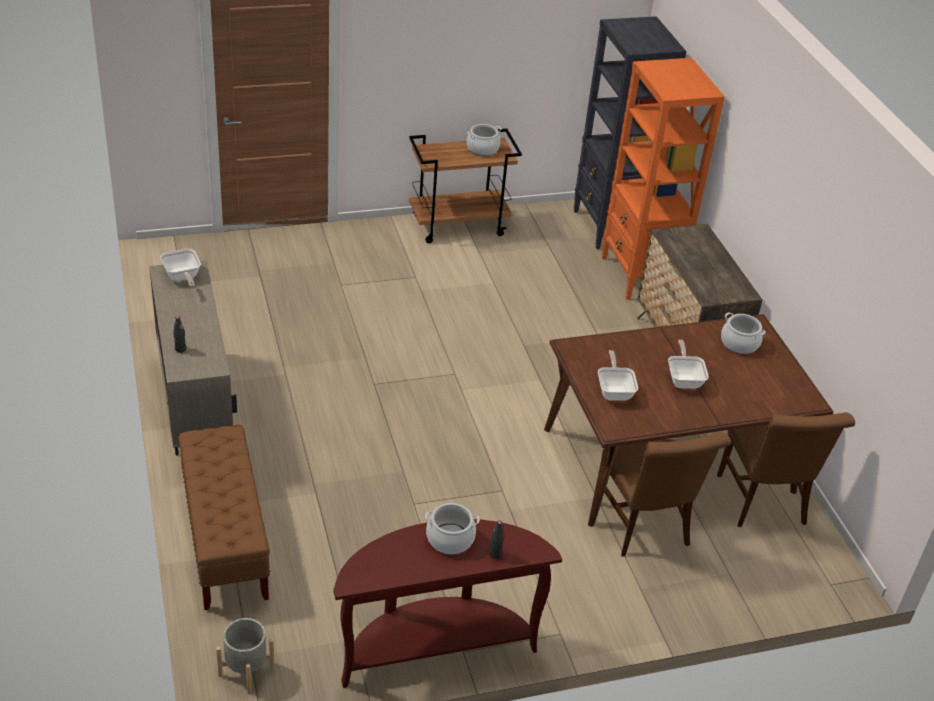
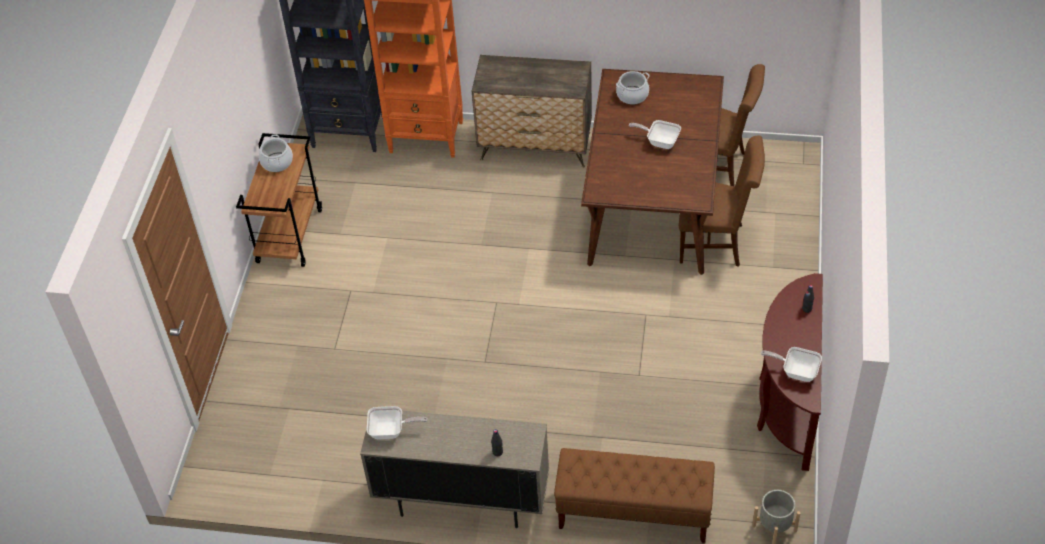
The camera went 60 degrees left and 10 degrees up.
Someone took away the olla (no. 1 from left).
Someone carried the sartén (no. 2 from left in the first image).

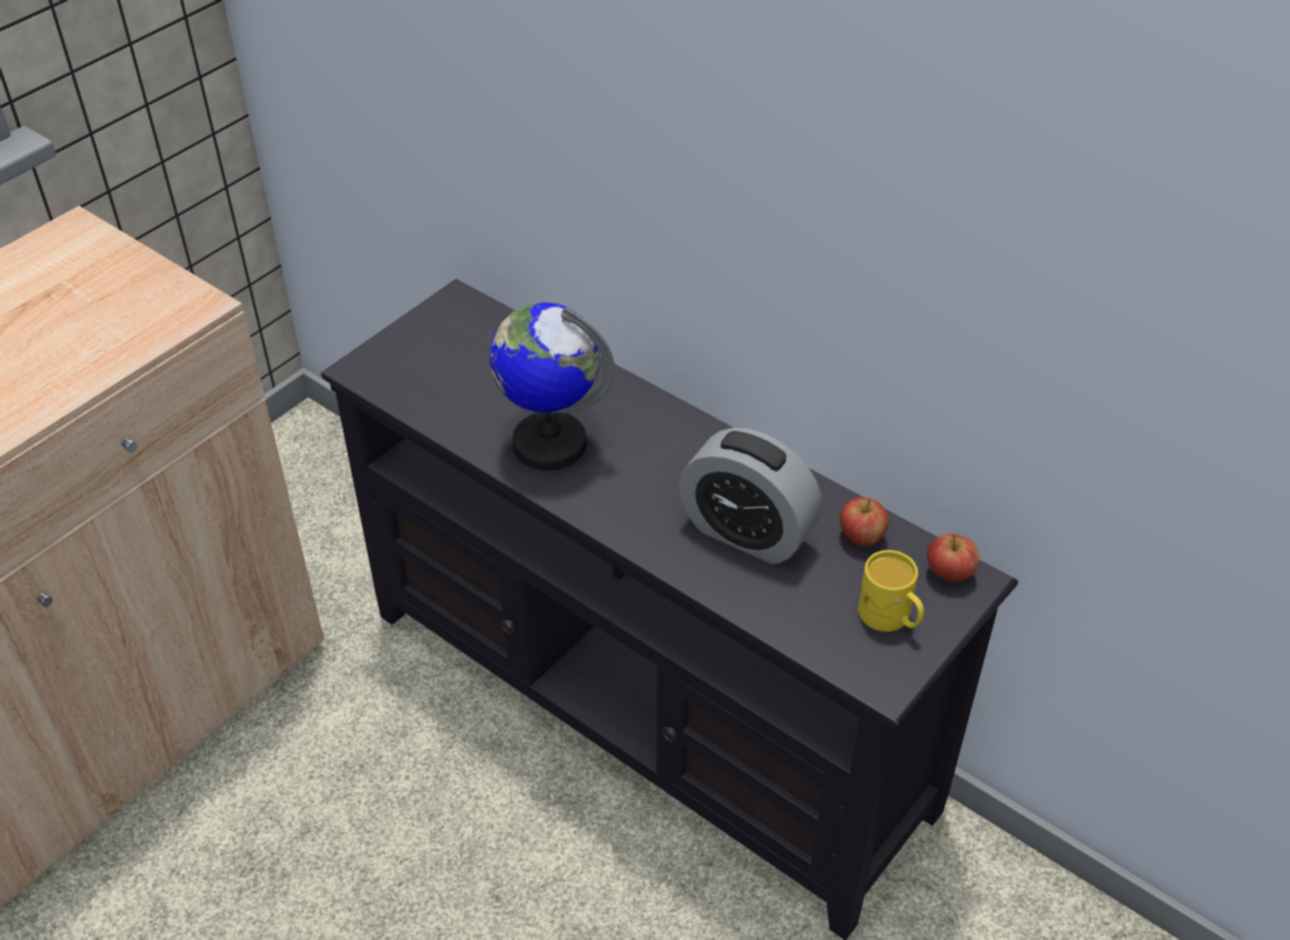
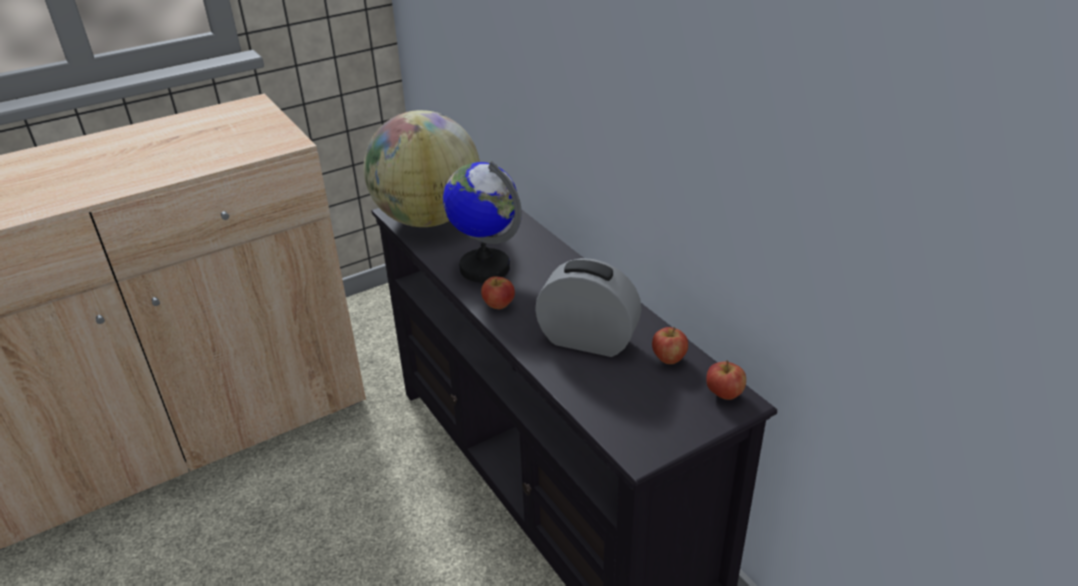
The camera went 20 degrees right and 10 degrees down.
Someone took away the taza grande [amarillo].
Someone put down the globo terráqueo (no. 1 from left).
Someone put down the manzana (no. 1 from left).
Someone rotated the despertador by 150 degrees clockwise.

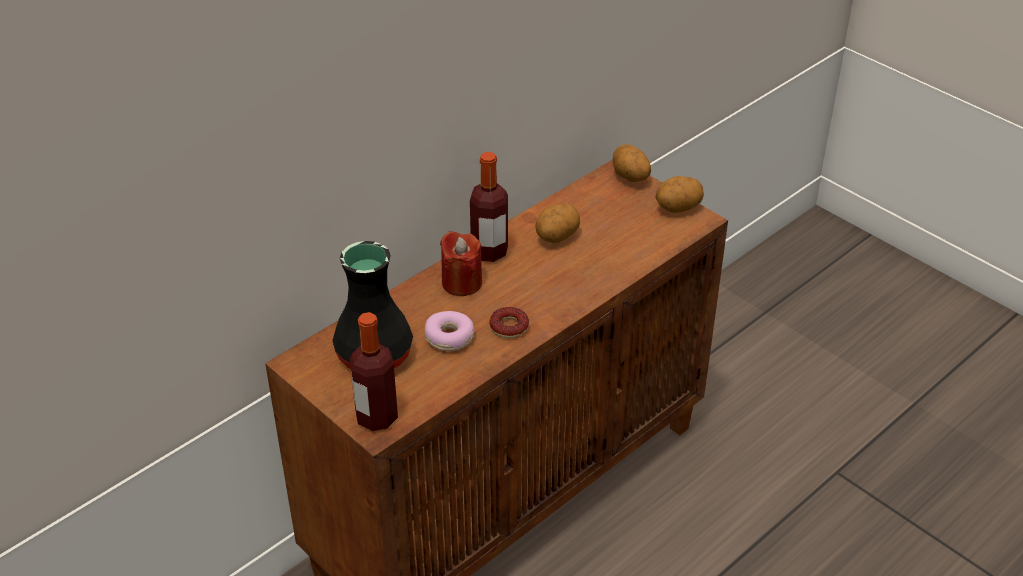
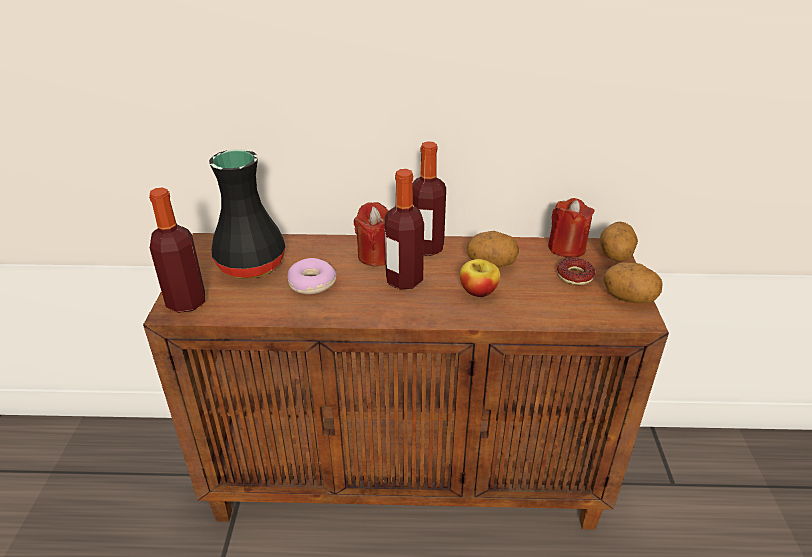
The camera went 45 degrees right and 5 degrees down.
Someone put down the botella (no. 2 from left).
Someone put down the manzana.
Someone put down the vela [rojo] (no. 2 from left).
Someone carried the rosquilla (no. 2 from left).

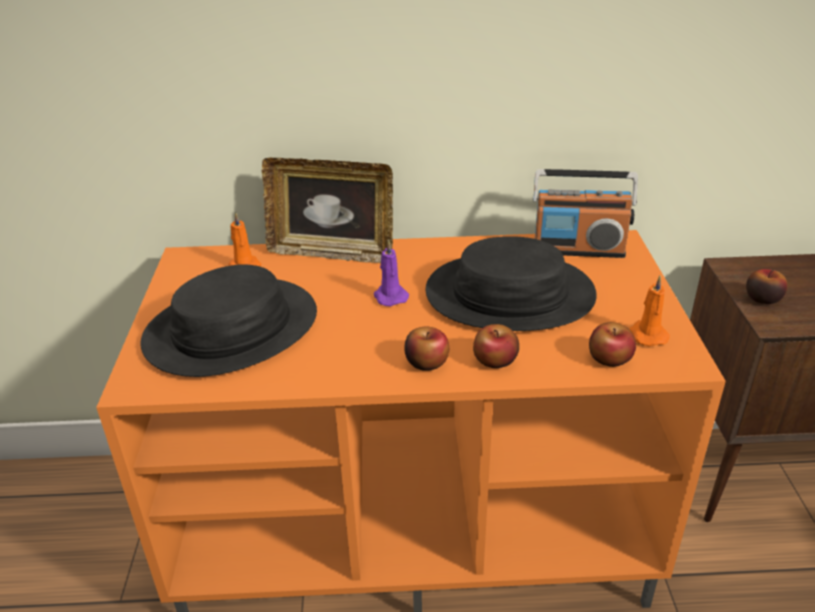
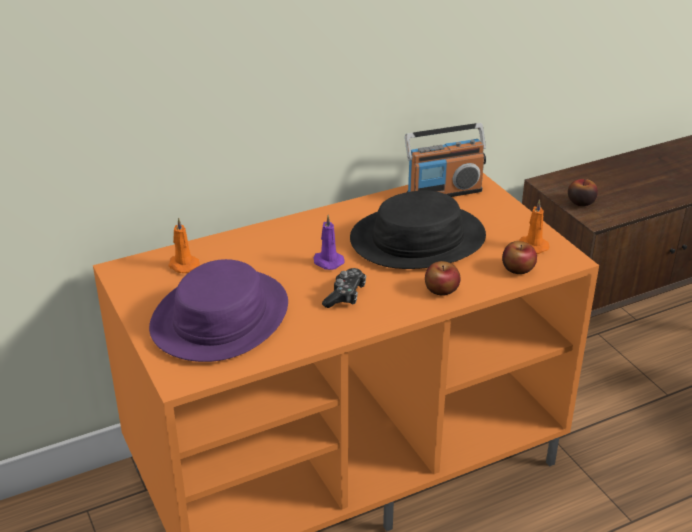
The camera went 25 degrees left and 0 degrees up.
Someone took away the portarretratos.
Someone took away the manzana (no. 1 from left).
Someone put down the mando de consola.
Someone repainted the sombrero [negro] (no. 1 from left), which became the sombrero [morado].

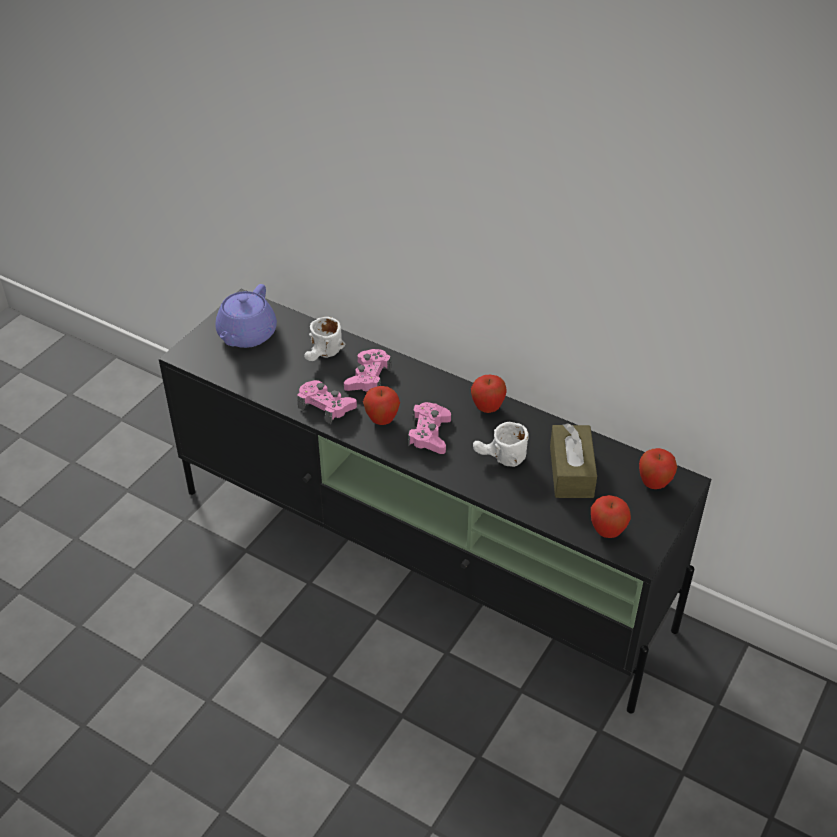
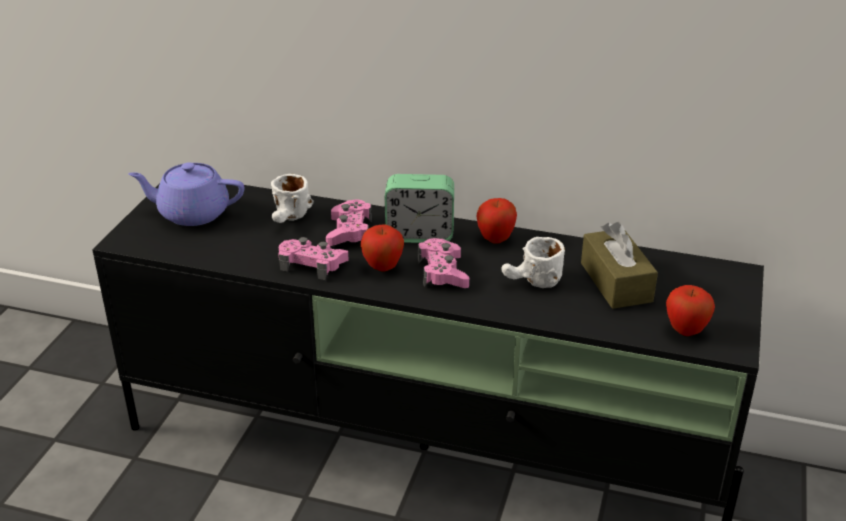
The camera went 15 degrees left and 10 degrees down.
Someone took away the manzana (no. 4 from left).
Someone put down the despertador.
Someone rotated the tetera [morado] by 90 degrees clockwise.

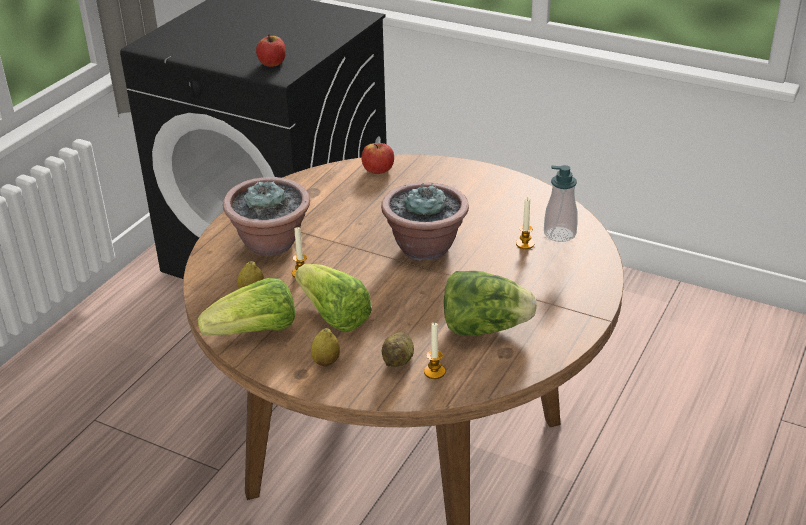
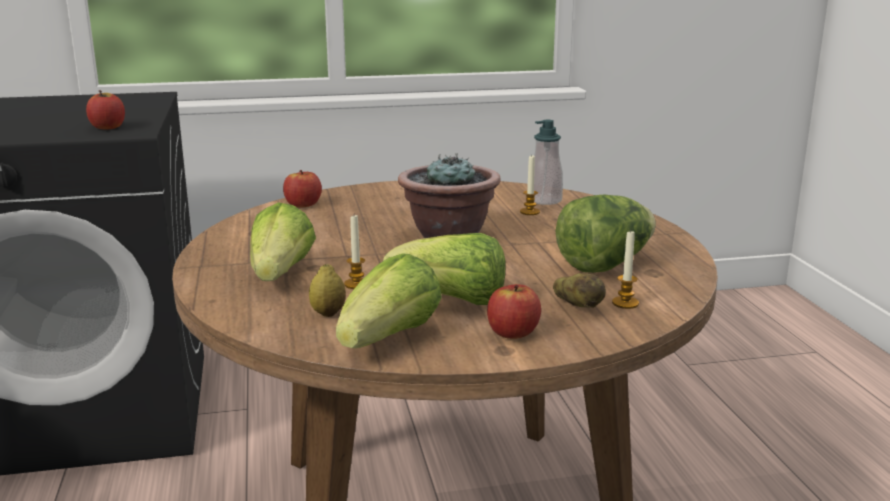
The camera went 40 degrees left and 15 degrees down.
Someone swapped the planta en maceta (no. 1 from left) for the lechuga (no. 1 from left).
Someone swapped the limón (no. 2 from left) for the manzana (no. 3 from left).

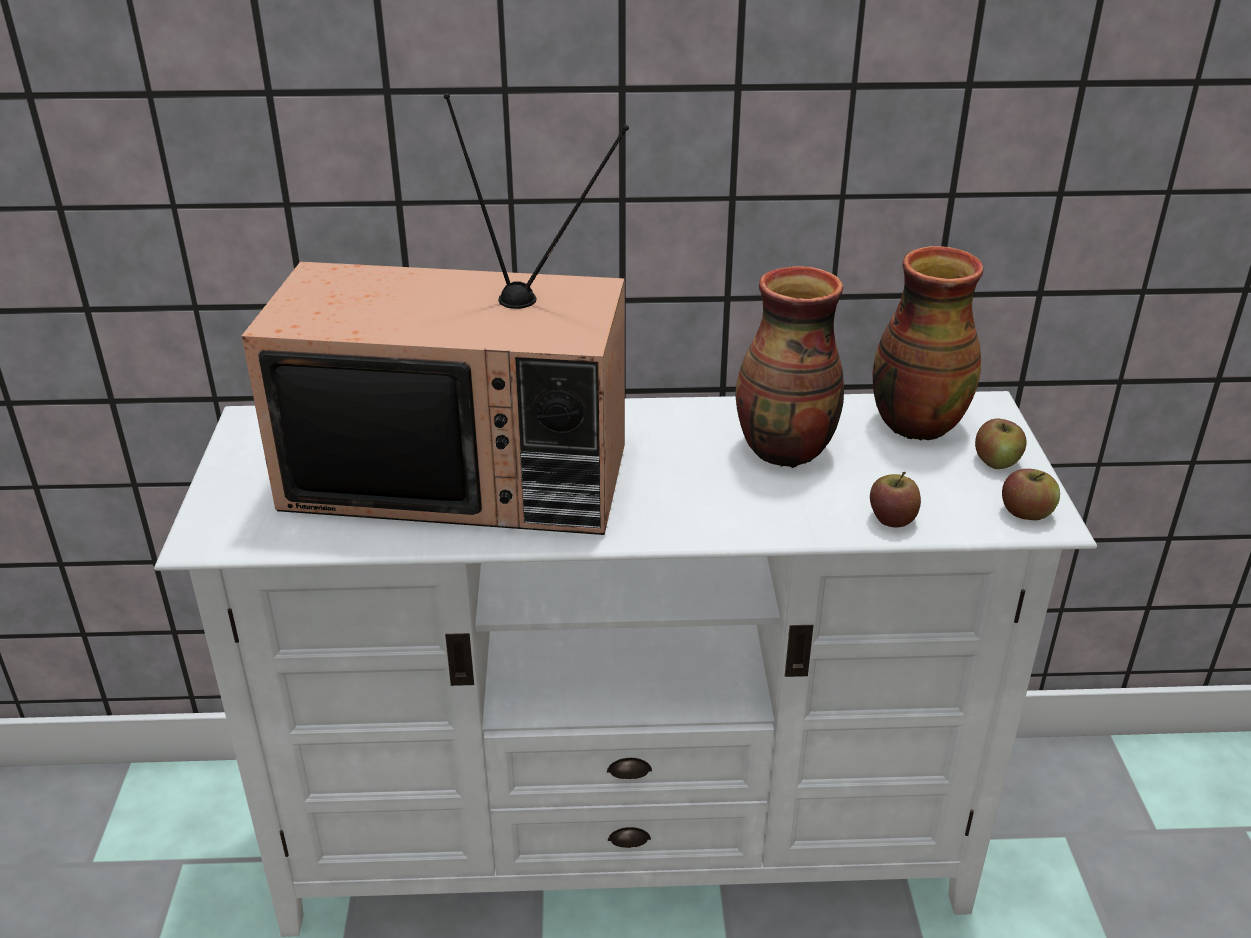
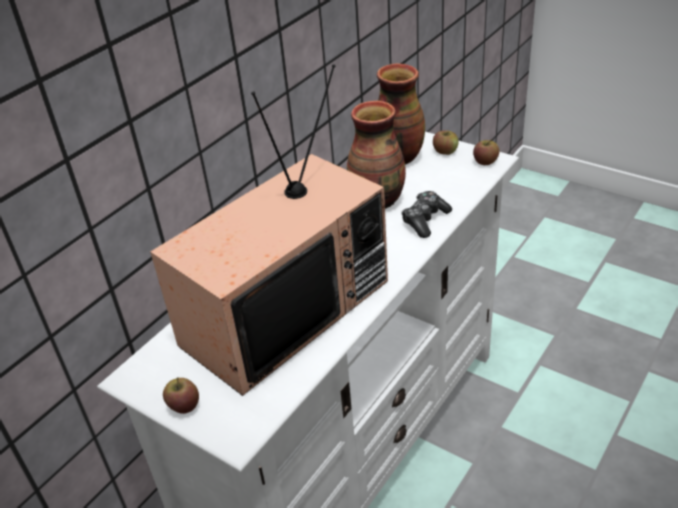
The camera went 50 degrees left and 5 degrees up.
Someone put down the mando de consola.
Someone carried the manzana (no. 1 from left).

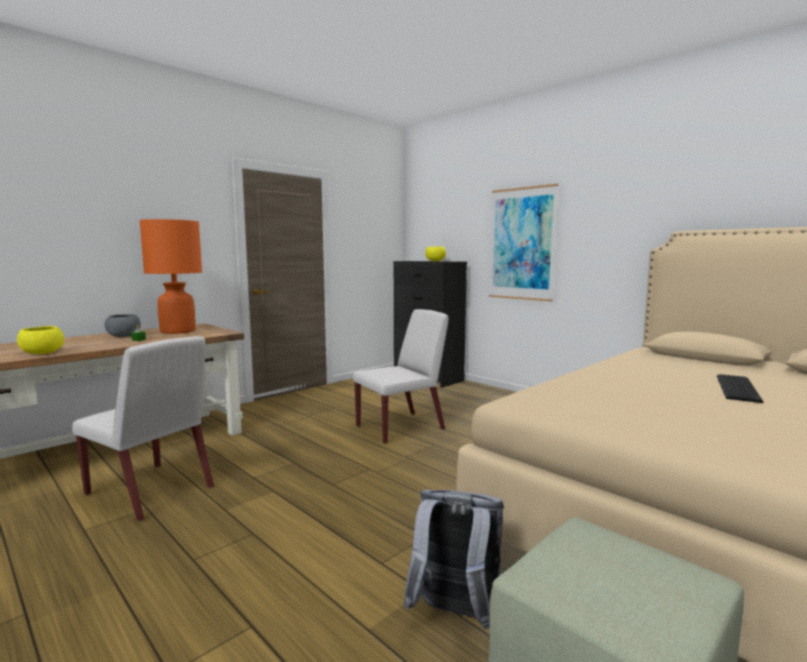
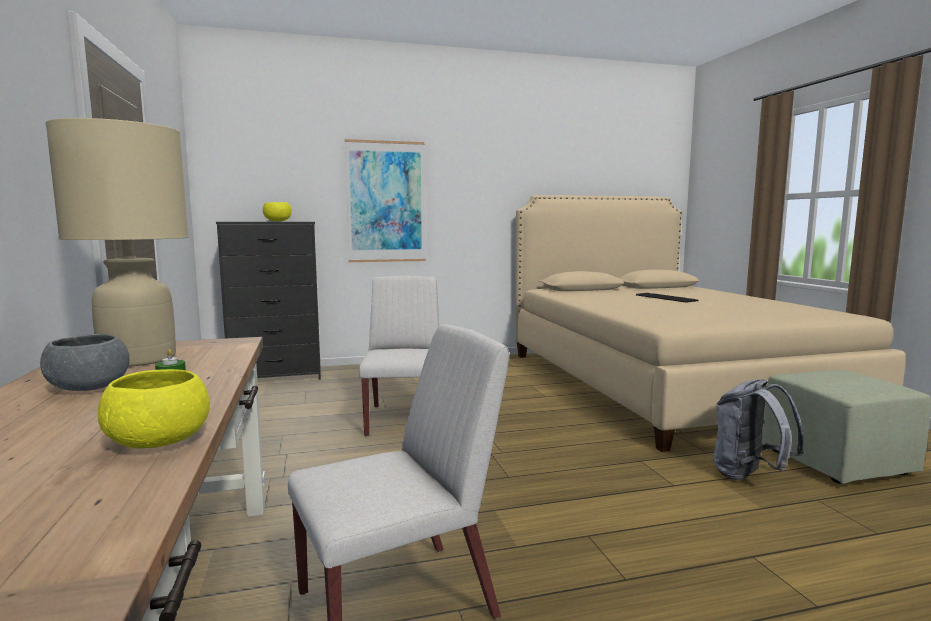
The camera went 60 degrees left and 0 degrees up.
Someone repainted the lámpara de mesa [naranja], which became the lámpara de mesa [beis].

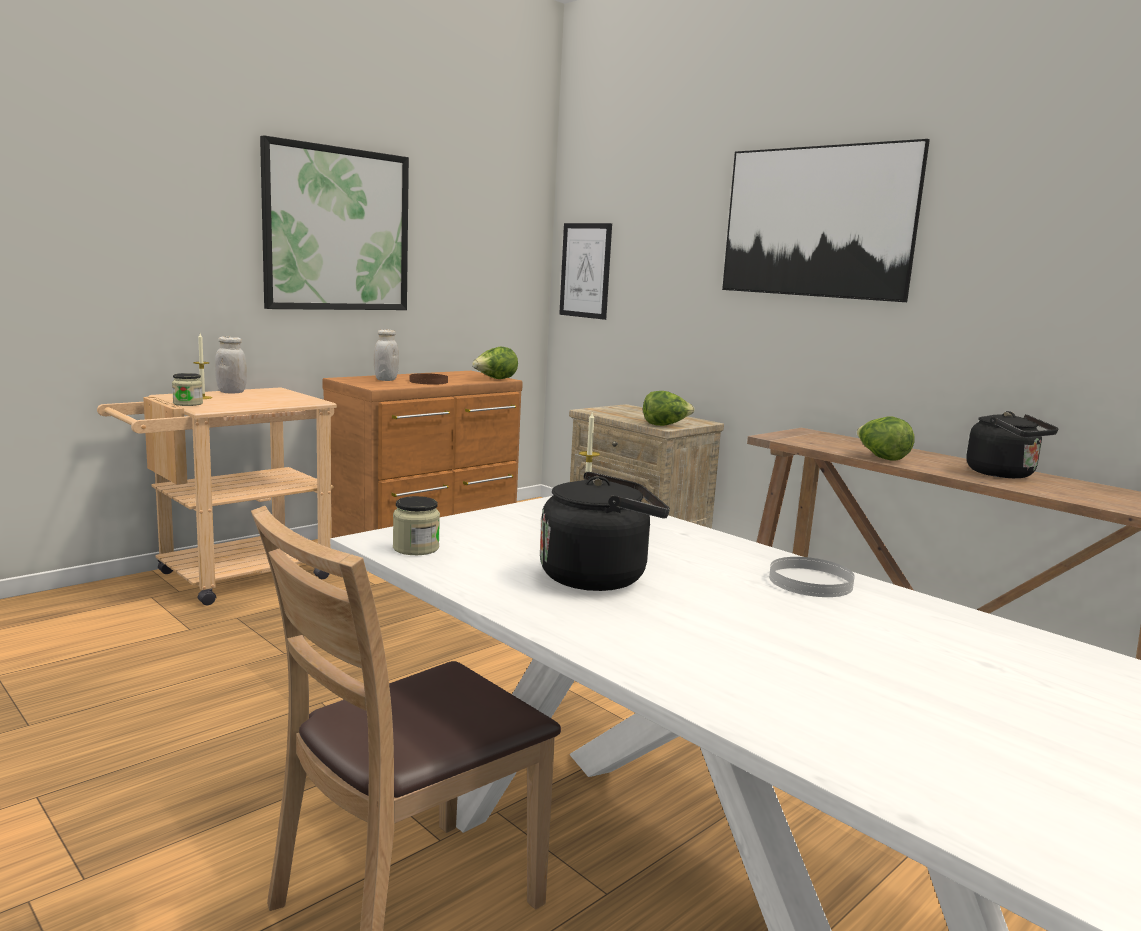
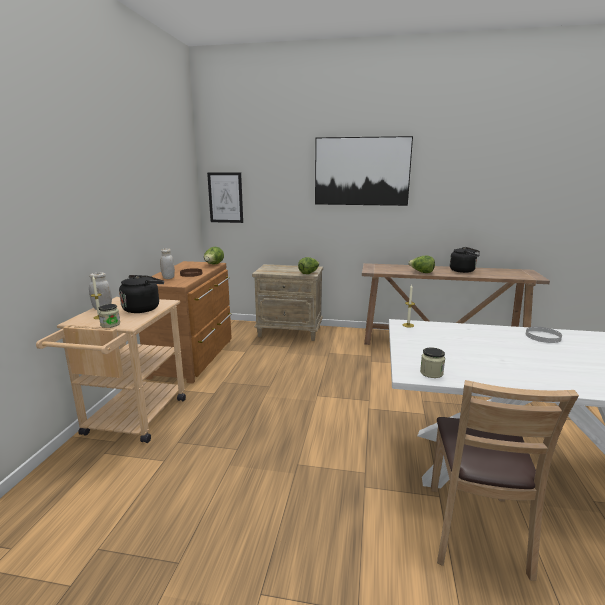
The camera went 35 degrees left and 5 degrees up.
Someone took away the cuadro (no. 1 from left).
Someone carried the hervidor [negro] (no. 1 from left).

